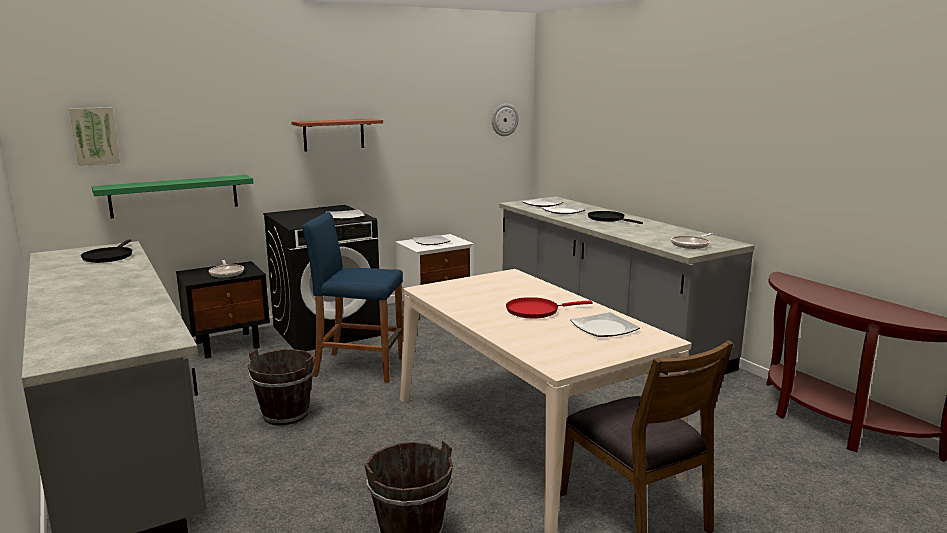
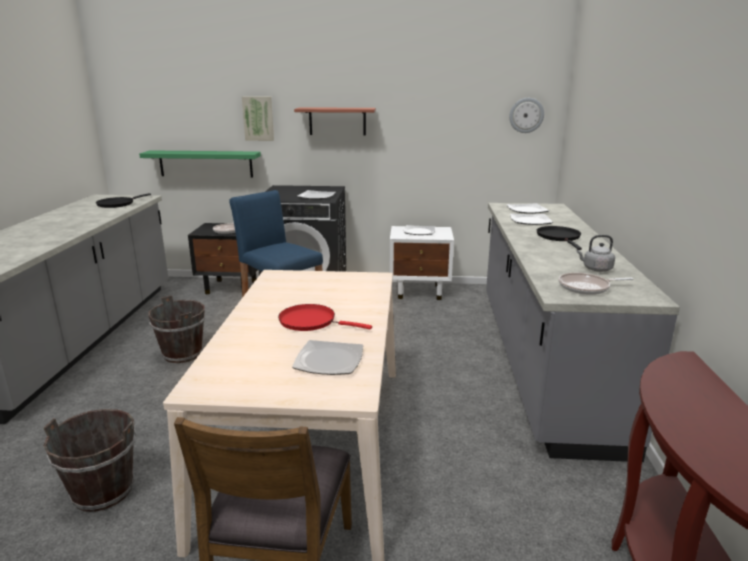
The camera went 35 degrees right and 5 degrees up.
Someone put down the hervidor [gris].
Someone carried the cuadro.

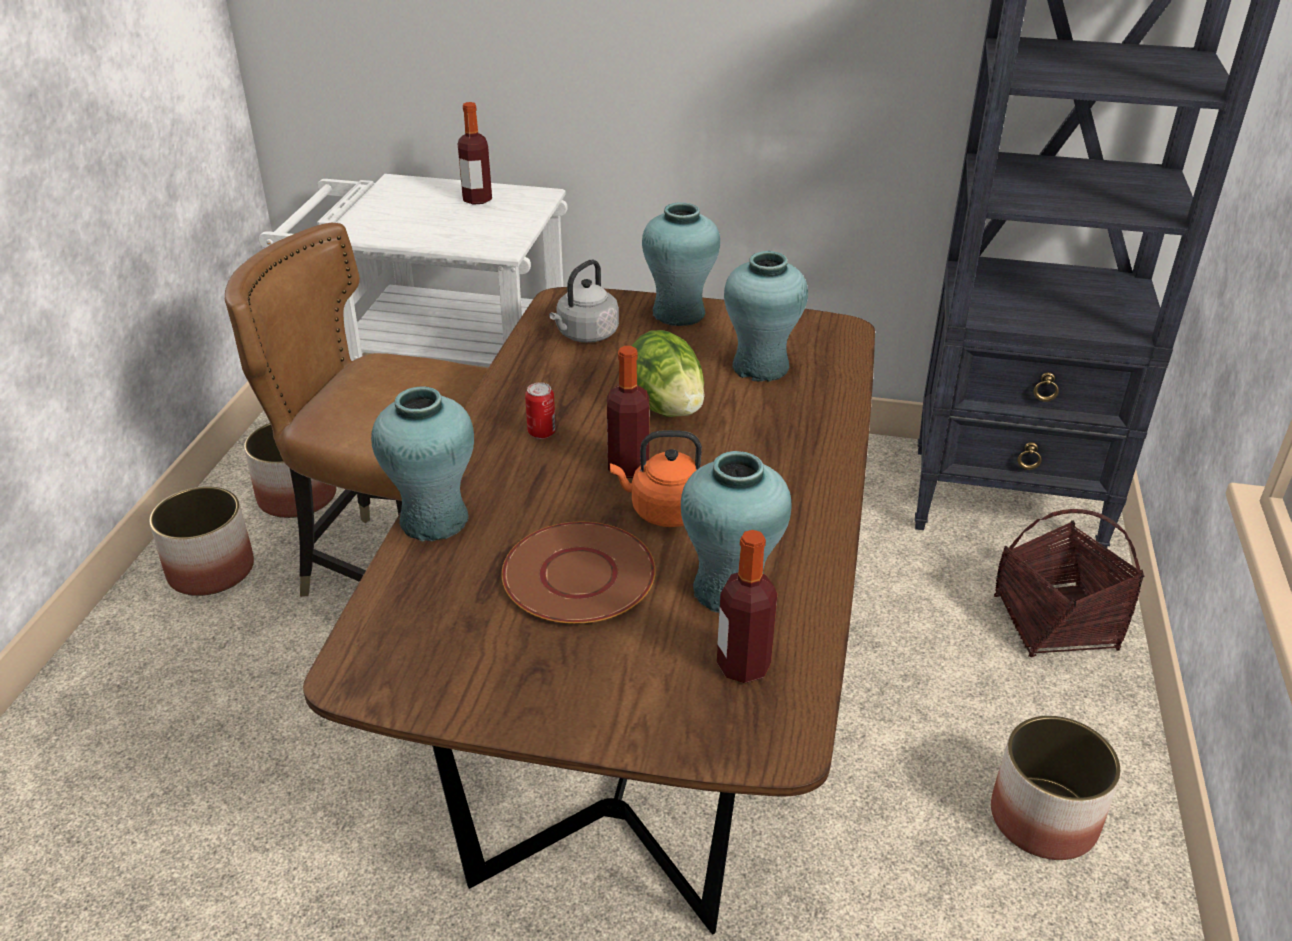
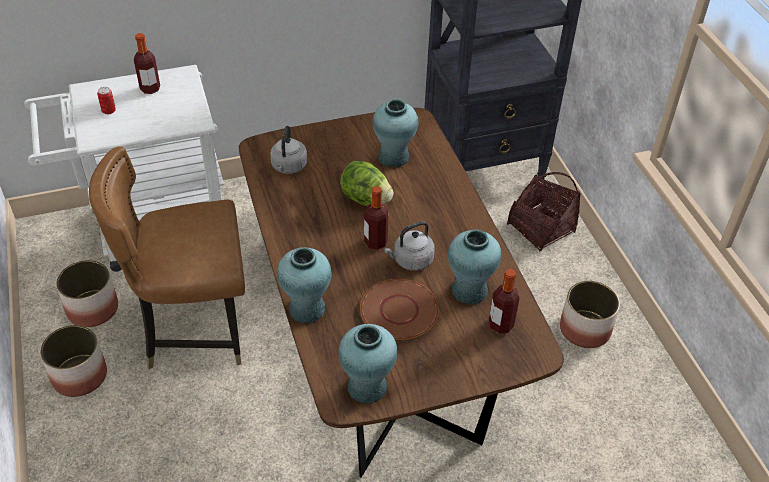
The camera went 30 degrees left and 10 degrees up.
Someone carried the lata.
Someone carried the florero [turquesa] (no. 2 from left).
Someone repainted the hervidor [naranja], which became the hervidor [gris] (no. 2 from left).

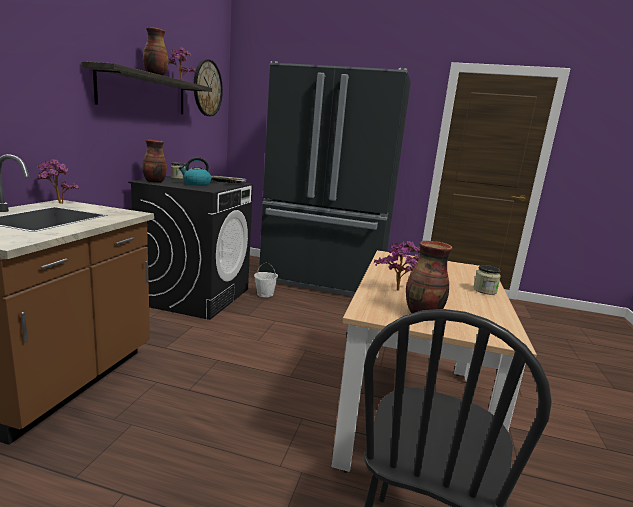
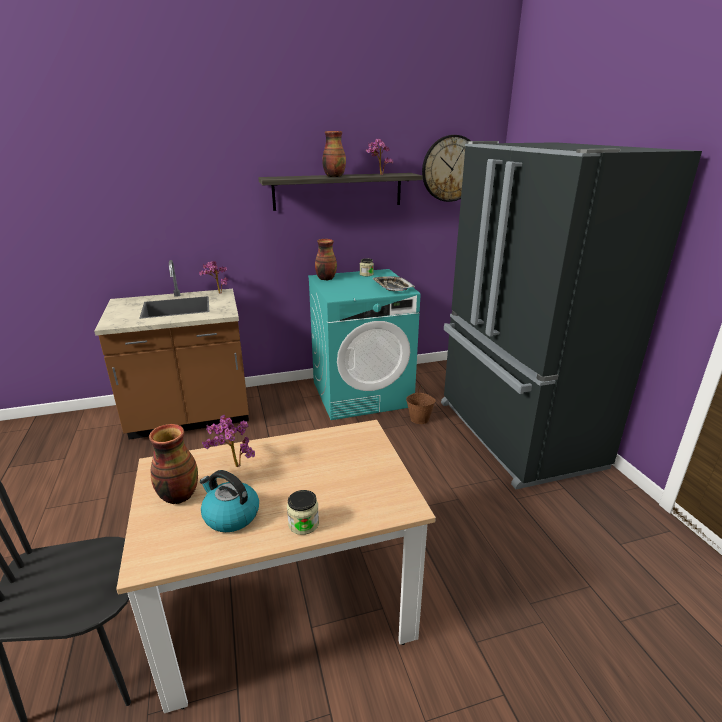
The camera went 60 degrees right and 10 degrees up.
Someone carried the hervidor.
Someone repainted the lavadora [negro], which became the lavadora [turquesa].
Someone repainted the cubo [blanco], which became the cubo [marrón].

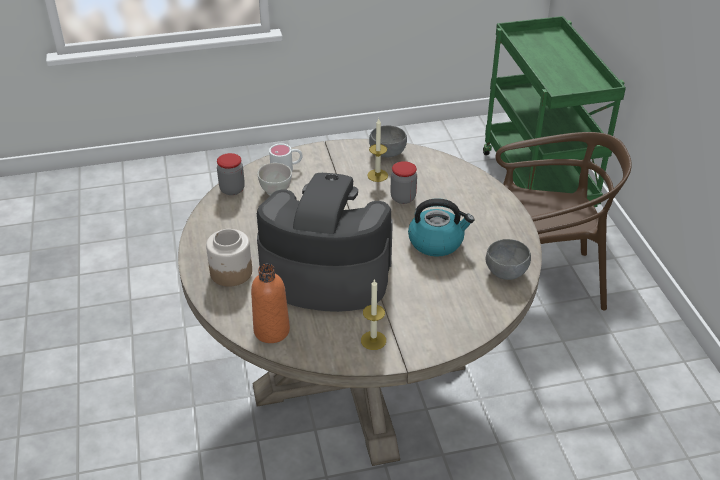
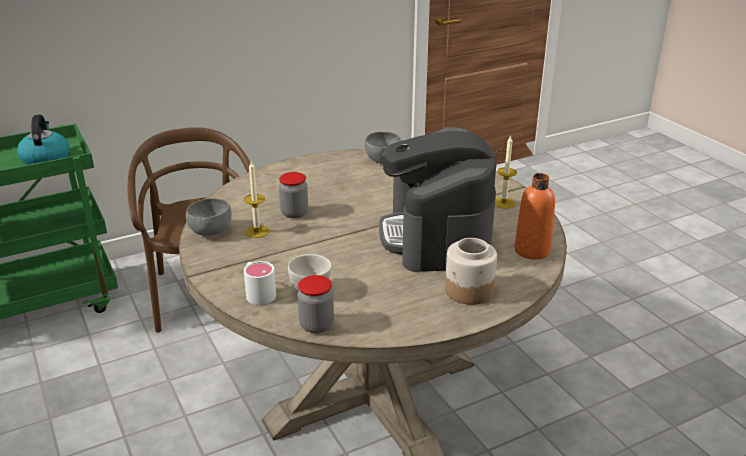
The camera went 105 degrees left and 10 degrees down.
Someone carried the hervidor.

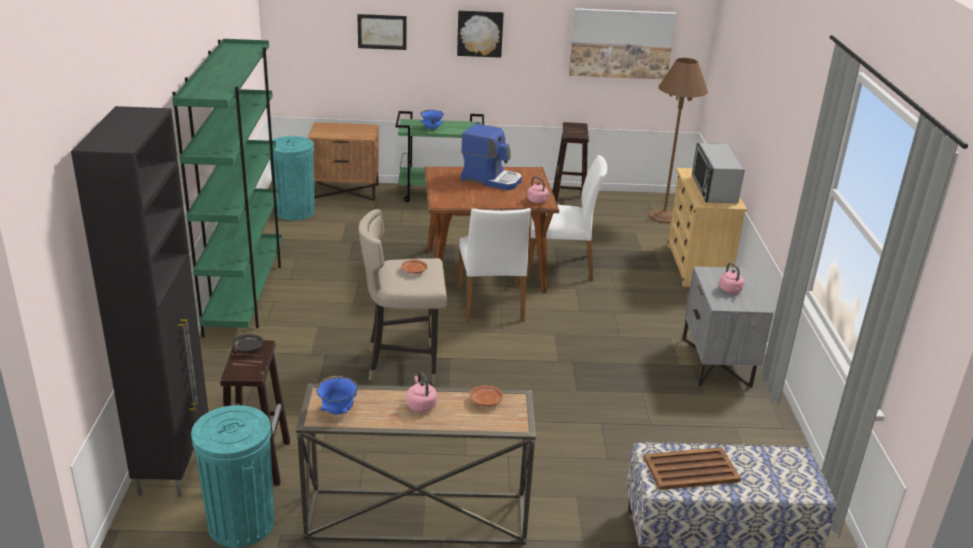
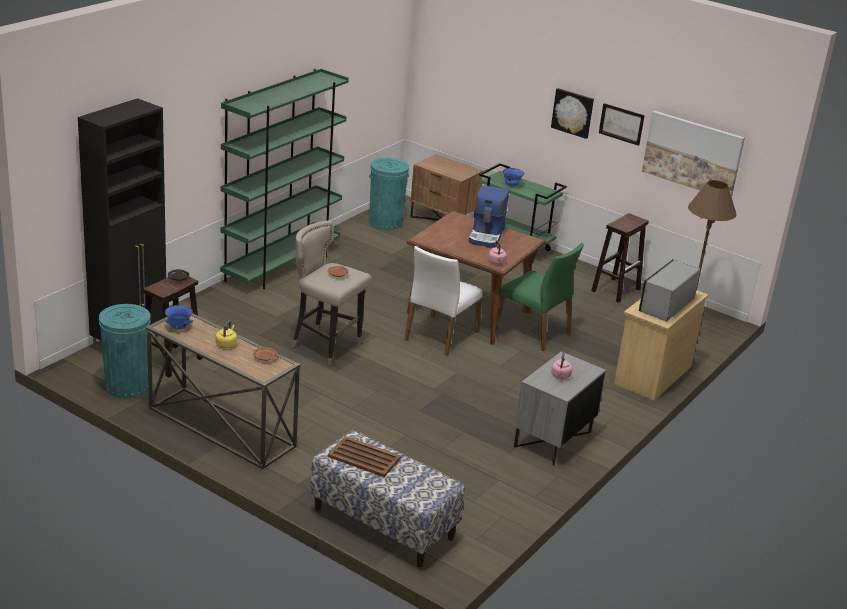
The camera went 35 degrees right and 0 degrees up.
Someone carried the cuadro (no. 1 from left in the first image).
Someone repainted the hervidor [rosa] (no. 1 from left), which became the hervidor [amarillo].
Someone repainted the silla [blanco] (no. 2 from left), which became the silla [verde].
Someone rotated the cafetera by 45 degrees clockwise.

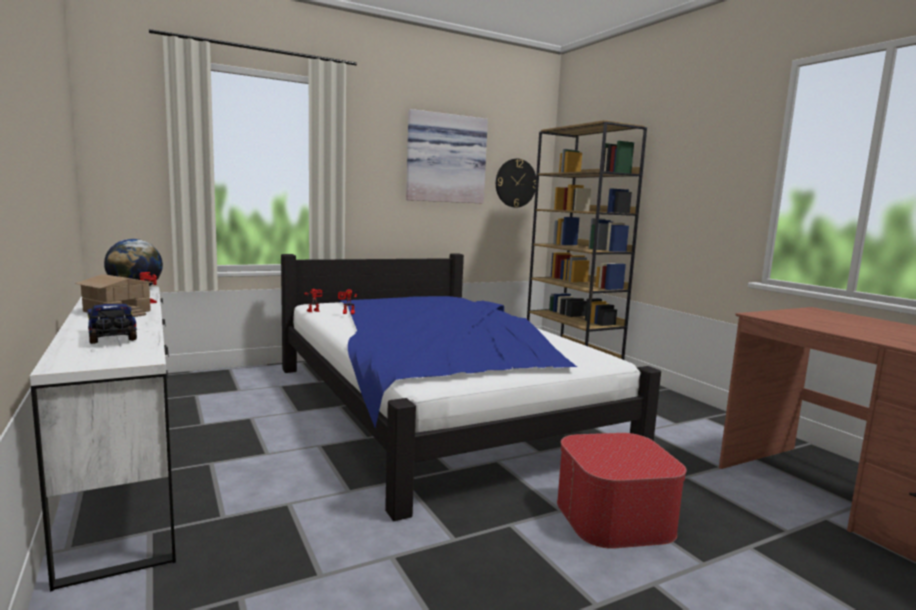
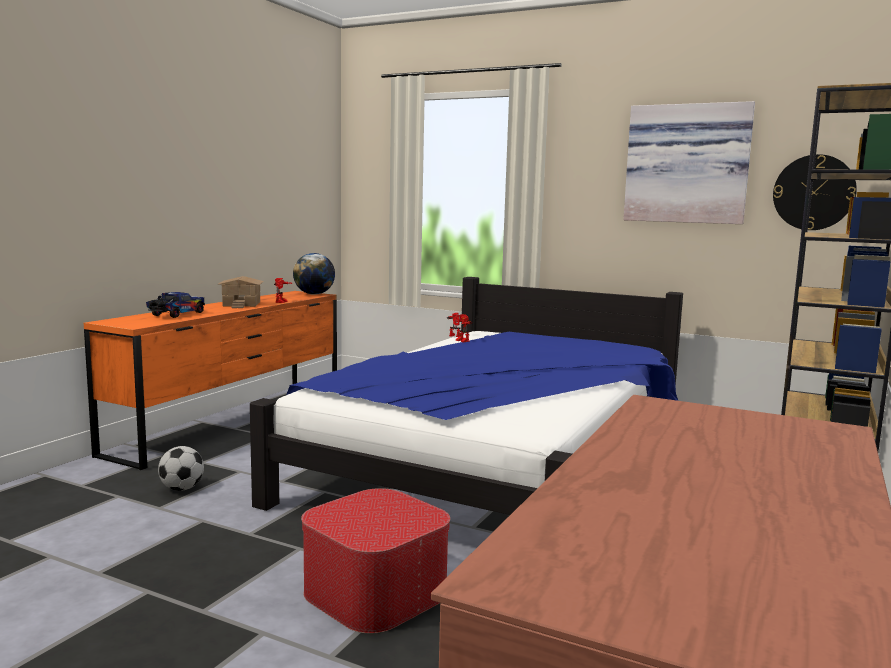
The camera went 55 degrees right and 0 degrees up.
Someone put down the balón de fútbol.
Someone repainted the cómoda [blanco], which became the cómoda [naranja].

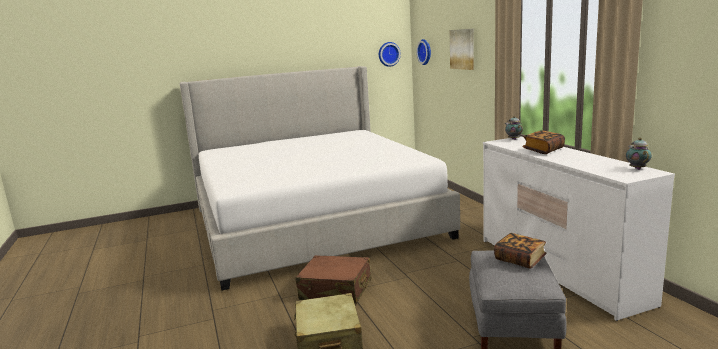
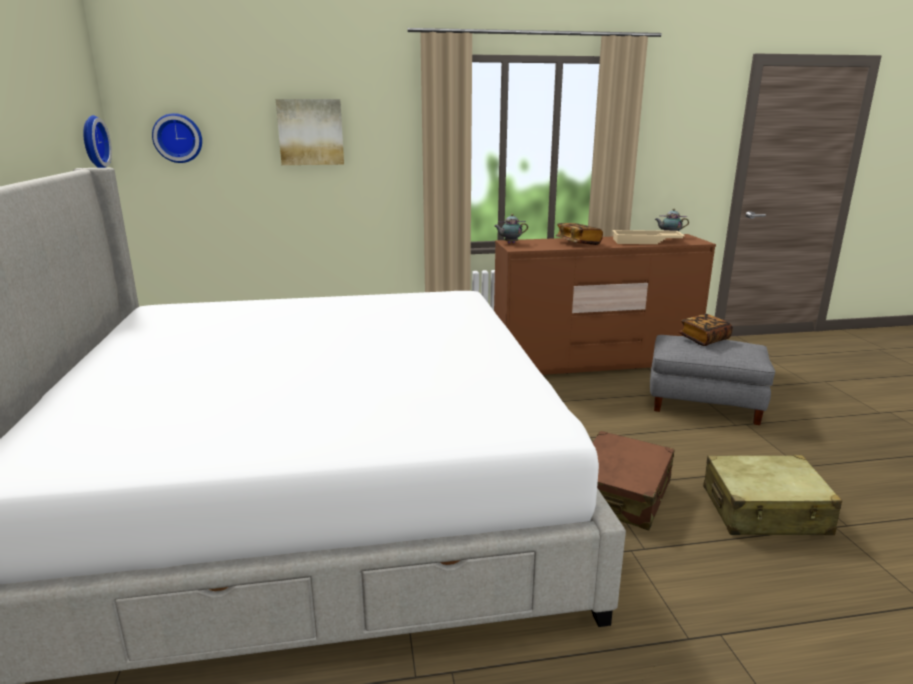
The camera went 80 degrees left and 5 degrees up.
Someone put down the bandeja [beis].
Someone repainted the cómoda [blanco], which became the cómoda [marrón].

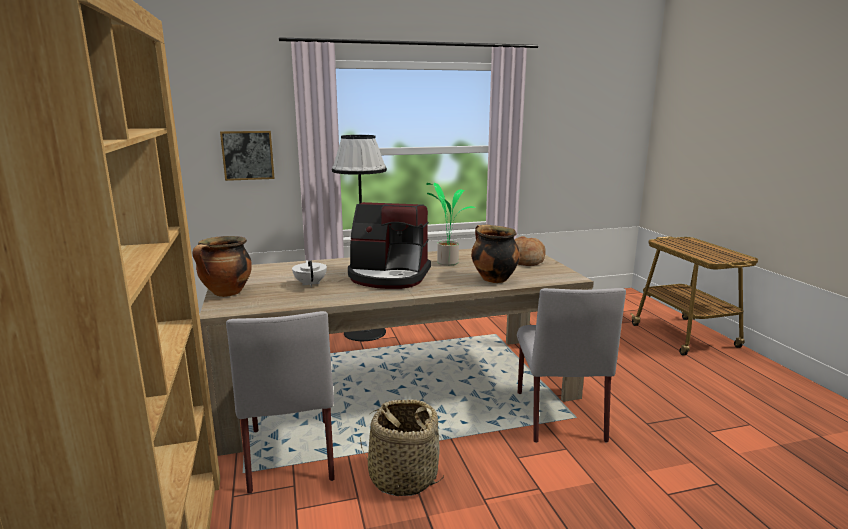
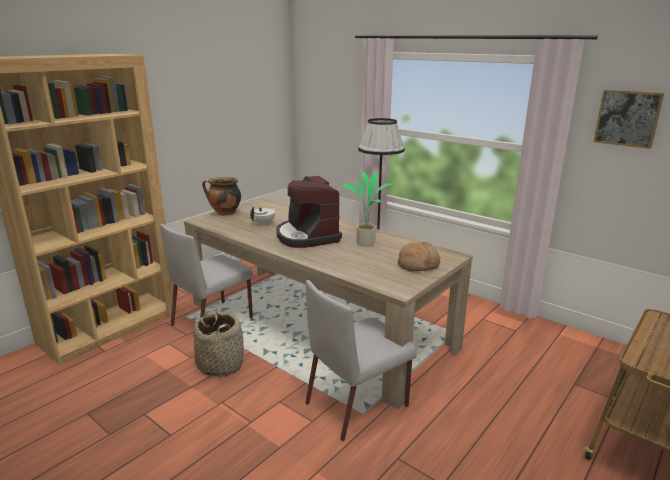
The camera went 55 degrees right and 5 degrees up.
Someone took away the olla (no. 2 from left).
Someone carried the cuadro.

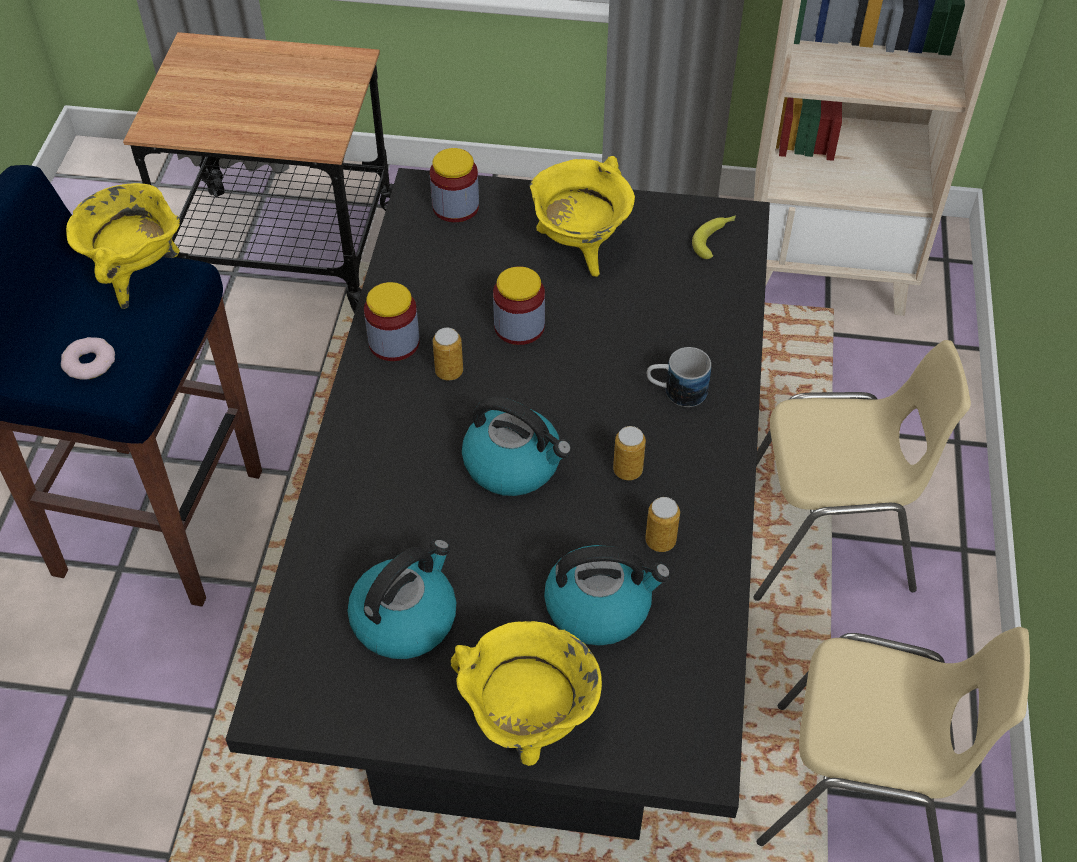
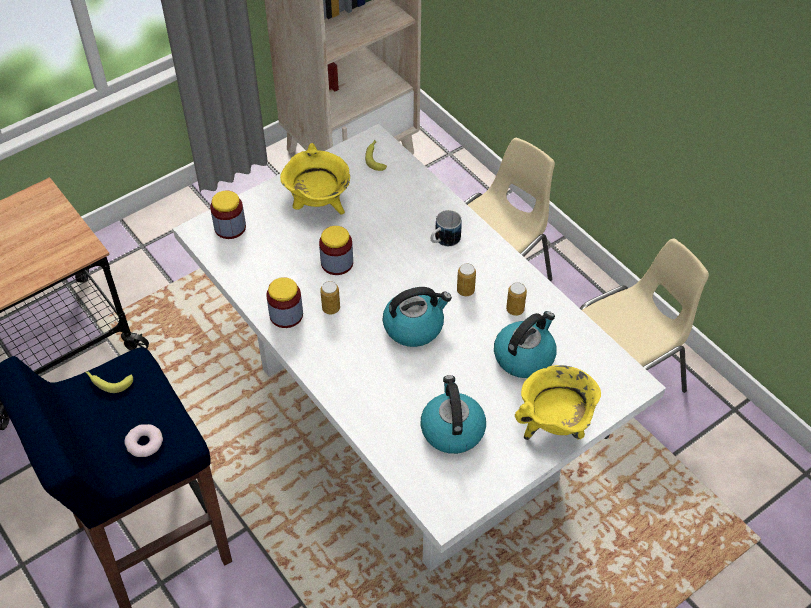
The camera went 45 degrees left and 0 degrees up.
Someone swapped the olla [amarillo] (no. 1 from left) for the plátano (no. 1 from left).
Someone repainted the mesa de comedor [negro], which became the mesa de comedor [blanco].

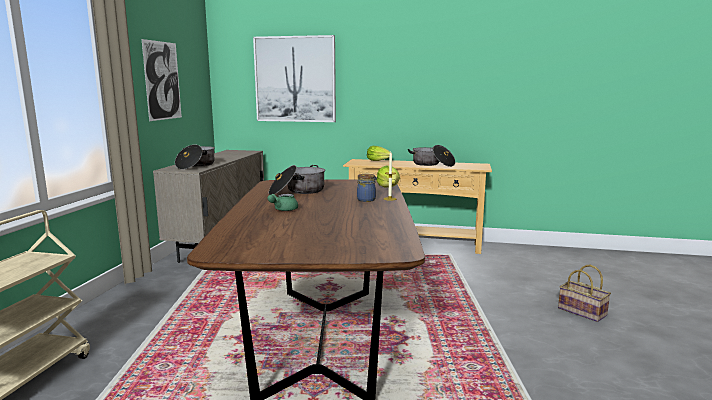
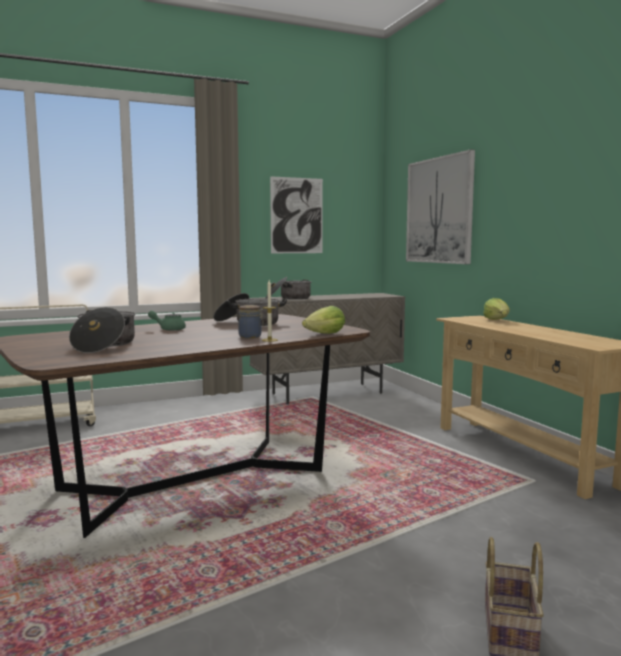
The camera went 55 degrees right and 5 degrees down.
Someone carried the olla (no. 3 from left in the first image).

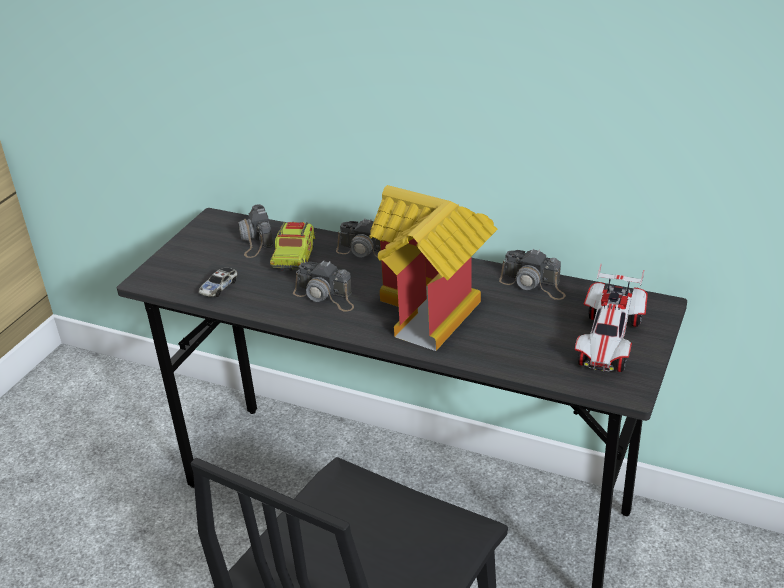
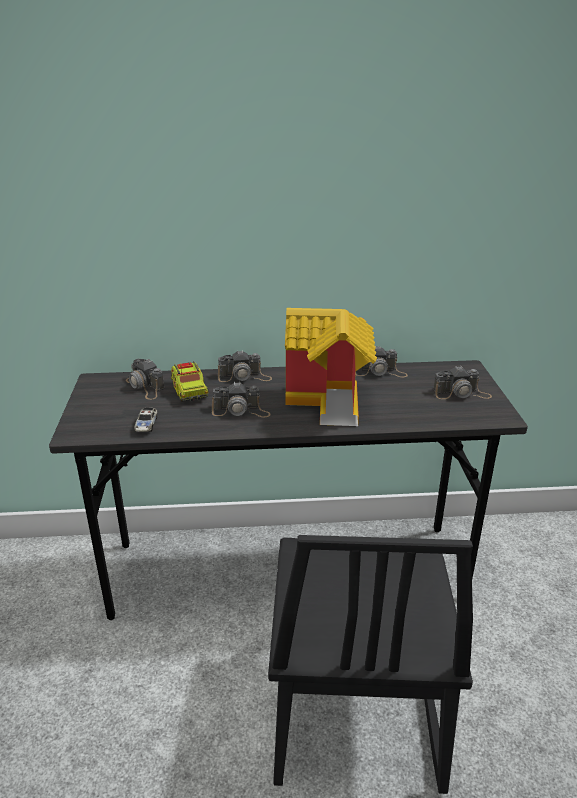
The camera went 30 degrees left and 5 degrees down.
Someone swapped the coche de juguete (no. 2 from left) for the cámara (no. 5 from left).

